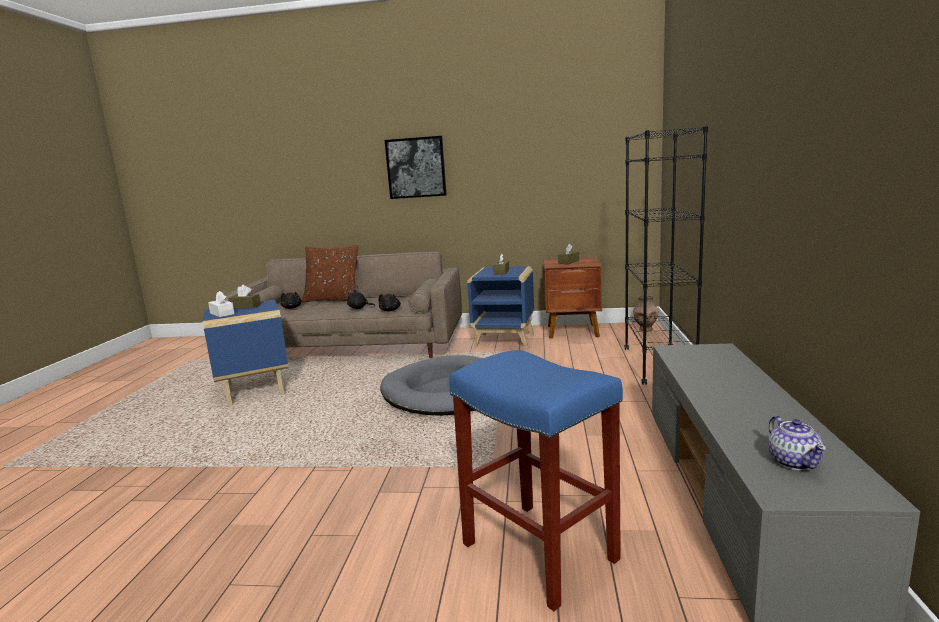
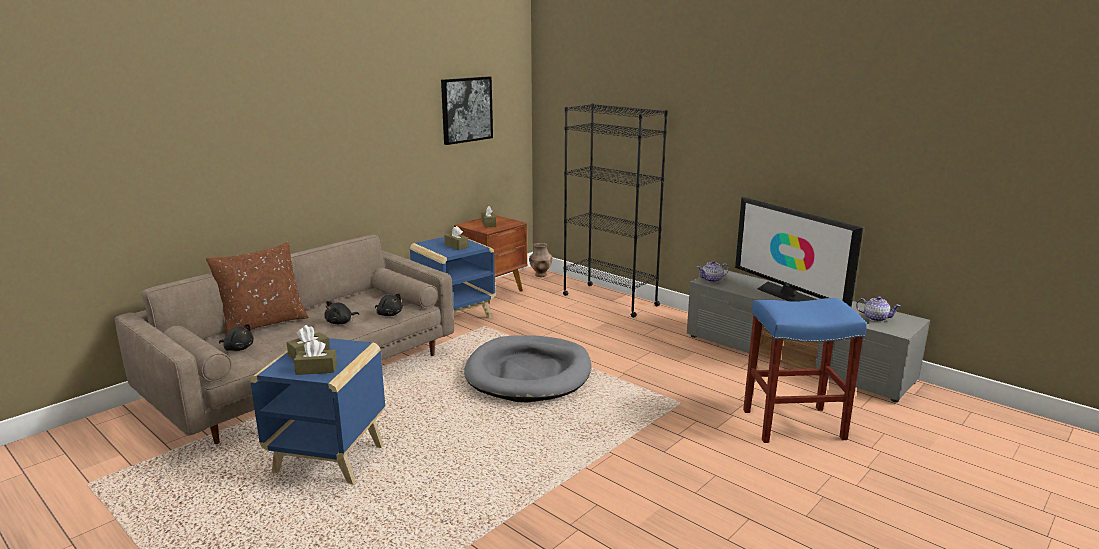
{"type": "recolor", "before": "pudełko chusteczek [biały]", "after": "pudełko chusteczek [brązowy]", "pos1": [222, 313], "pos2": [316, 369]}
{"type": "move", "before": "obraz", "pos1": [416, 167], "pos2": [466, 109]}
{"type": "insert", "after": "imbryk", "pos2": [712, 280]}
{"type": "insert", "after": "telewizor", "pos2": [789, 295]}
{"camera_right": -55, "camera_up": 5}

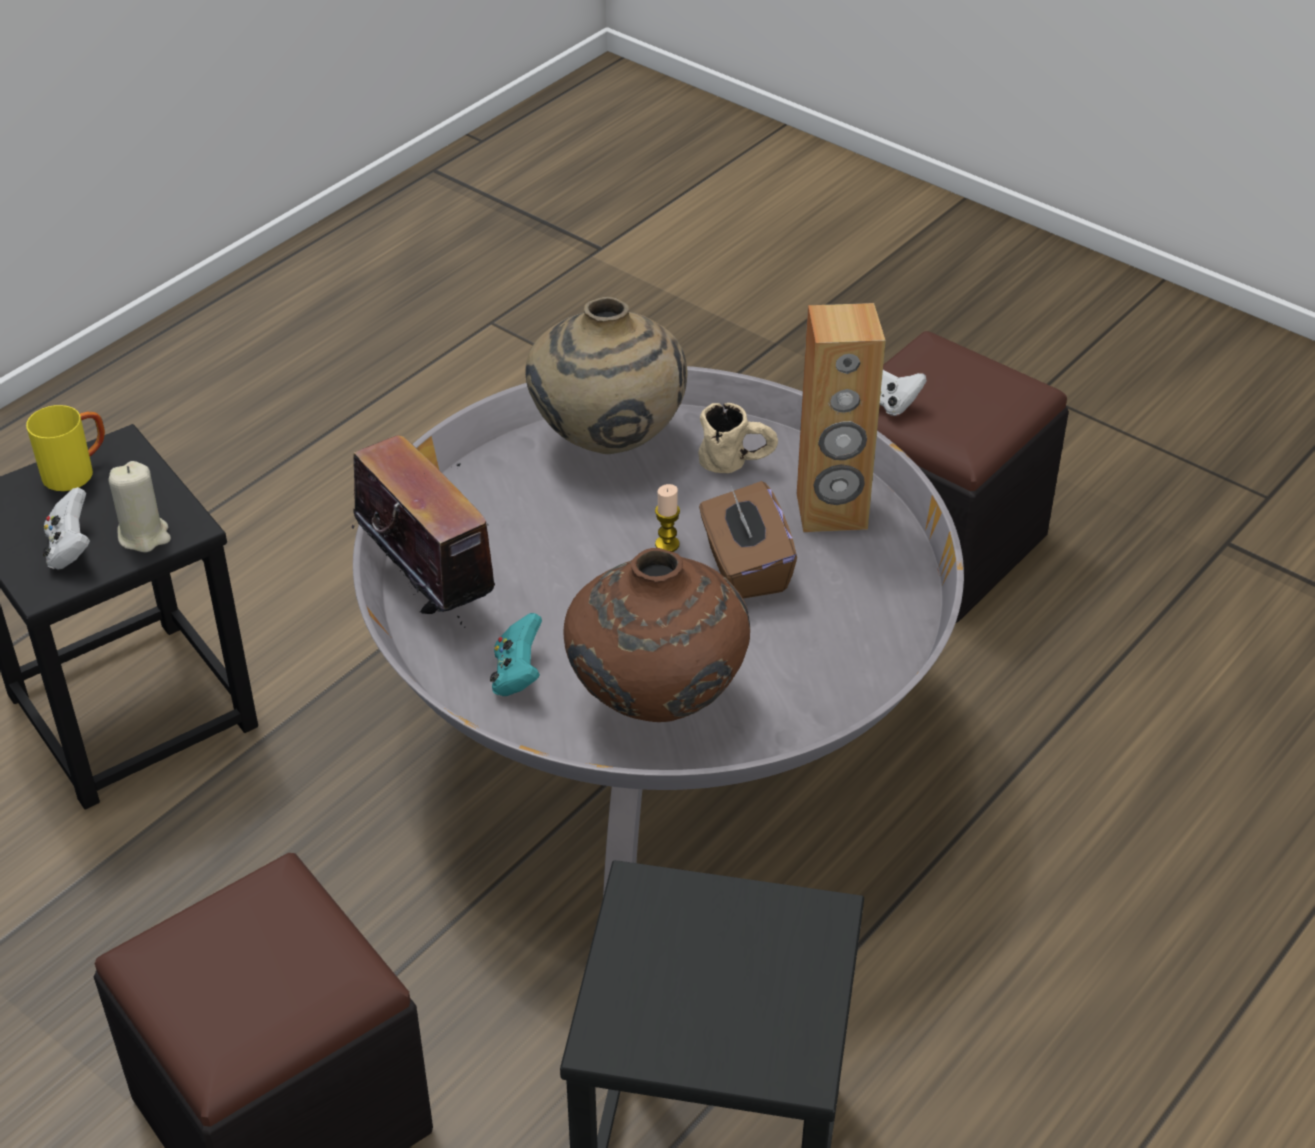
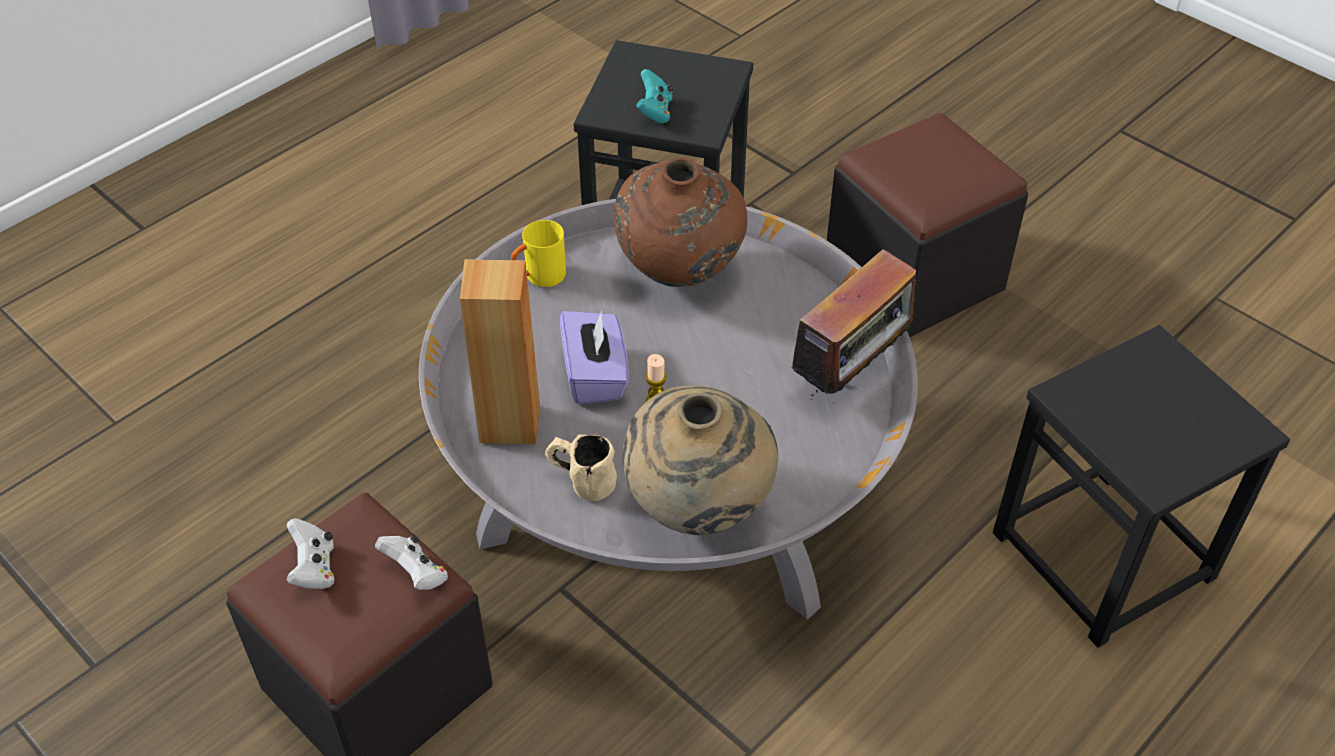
{"type": "move", "before": "pad do gier [biały]", "pos1": [70, 549], "pos2": [314, 568]}
{"type": "move", "before": "kubek [żółty]", "pos1": [77, 471], "pos2": [539, 277]}
{"type": "recolor", "before": "pudełko chusteczek [brązowy]", "after": "pudełko chusteczek [fioletowy]", "pos1": [745, 567], "pos2": [595, 375]}
{"type": "move", "before": "pad do gier [turkusowy]", "pos1": [517, 675], "pos2": [655, 111]}
{"type": "rotate", "before": "radio", "pos1": [430, 589], "pos2": [851, 373], "turn": -105}
{"type": "delete", "before": "świeca [beżowy]", "pos1": [144, 535]}
{"camera_right": -175, "camera_up": 5}

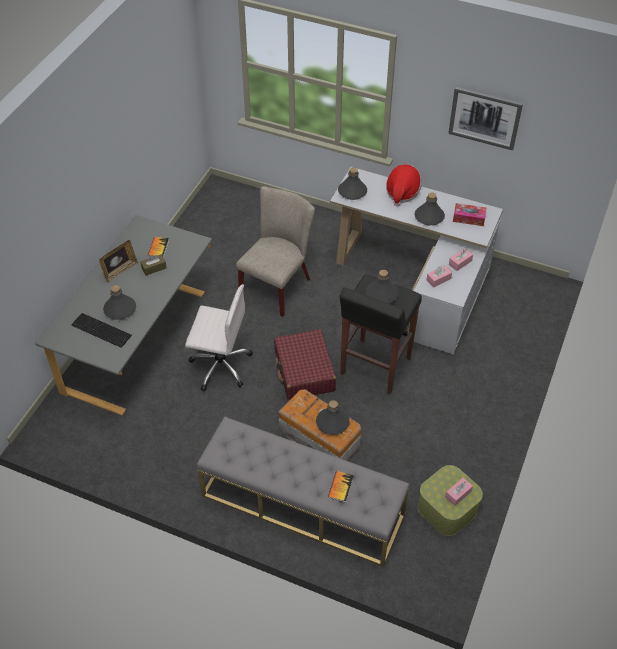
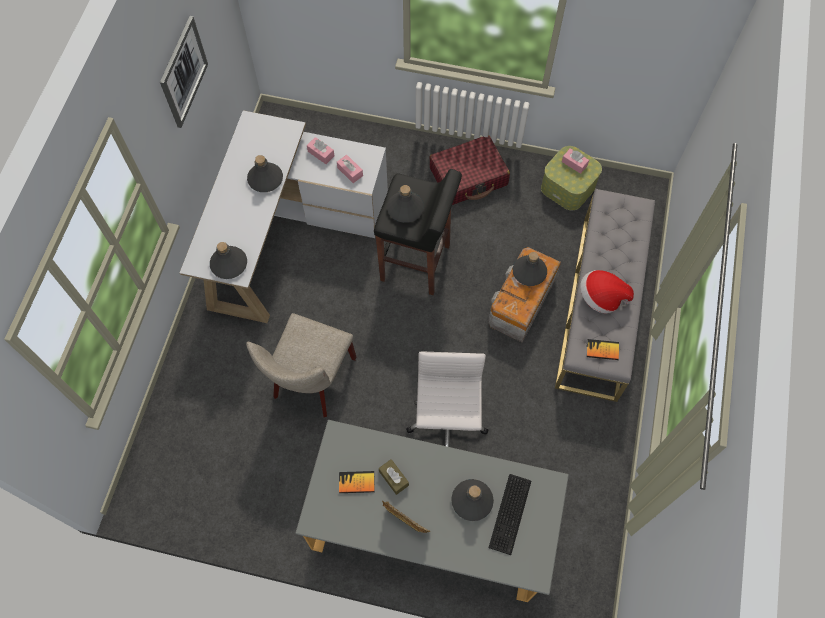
{"type": "rotate", "before": "krzesło [beżowy]", "pos1": [278, 285], "pos2": [311, 382], "turn": -90}
{"type": "move", "before": "walizka [czerwony]", "pos1": [304, 371], "pos2": [468, 177]}
{"type": "move", "before": "kapelusz", "pos1": [402, 192], "pos2": [601, 298]}
{"type": "move", "before": "książka", "pos1": [340, 487], "pos2": [602, 350]}
{"type": "delete", "before": "pudełko chusteczek", "pos1": [468, 218]}
{"camera_right": -100, "camera_up": 15}

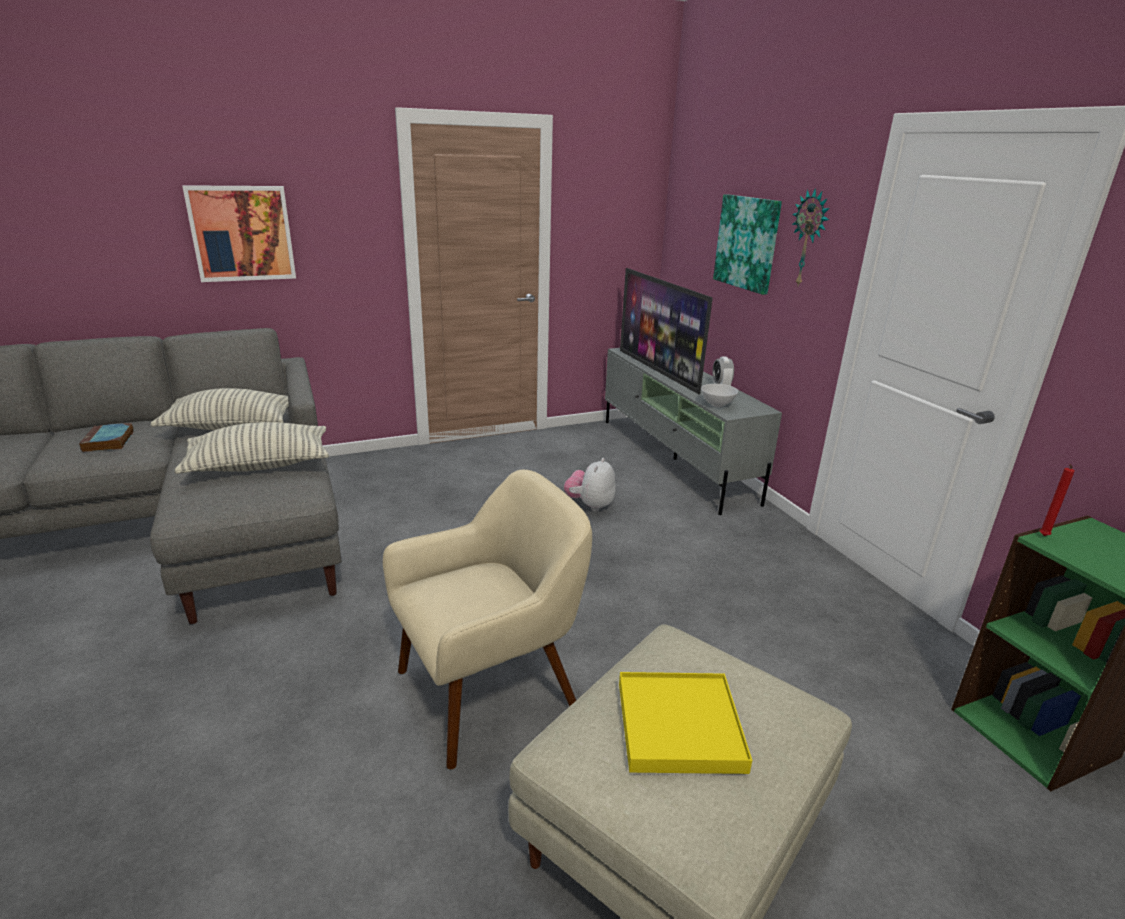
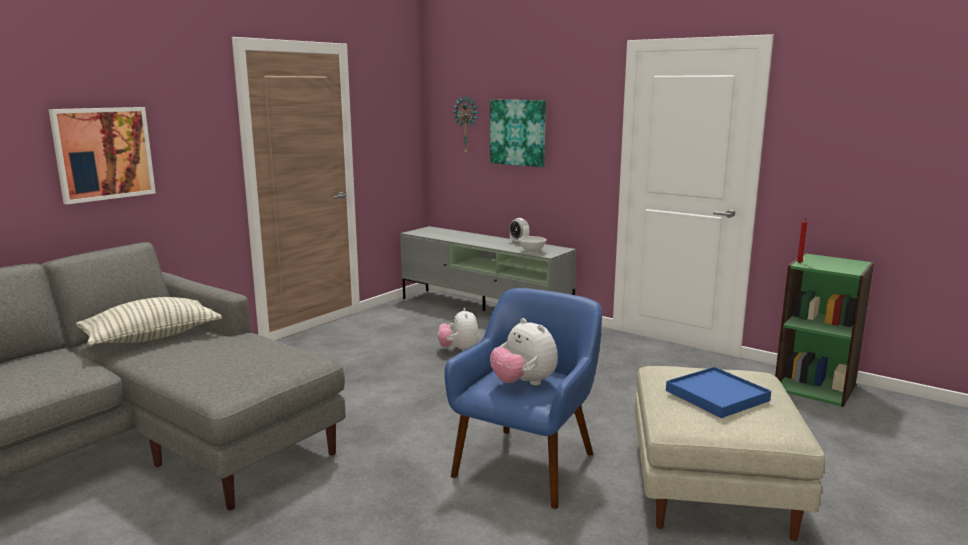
{"type": "recolor", "before": "fotel [beżowy]", "after": "fotel [niebieski]", "pos1": [490, 690], "pos2": [527, 465]}
{"type": "move", "before": "zegar ścienny", "pos1": [809, 238], "pos2": [467, 125]}
{"type": "insert", "after": "pluszak", "pos2": [523, 383]}
{"type": "recolor", "before": "taca [żółty]", "after": "taca [niebieski]", "pos1": [679, 725], "pos2": [716, 396]}
{"type": "delete", "before": "książka", "pos1": [109, 442]}
{"type": "delete", "before": "poduszka", "pos1": [259, 466]}
{"type": "delete", "before": "telewizor", "pos1": [658, 371]}
{"camera_right": -30, "camera_up": -10}

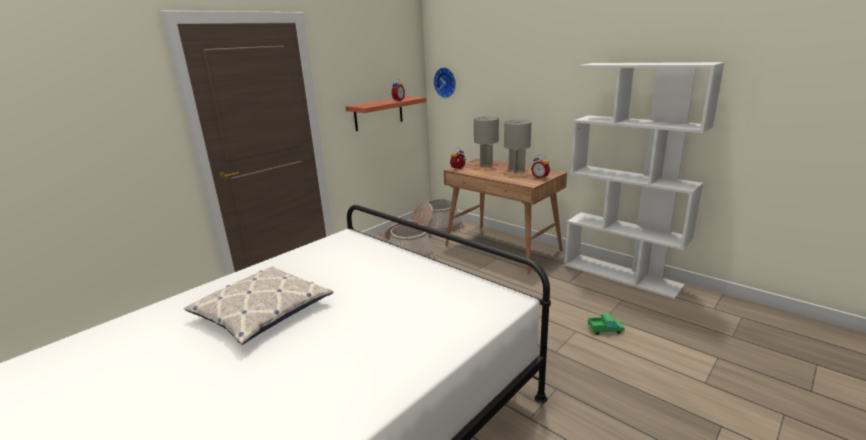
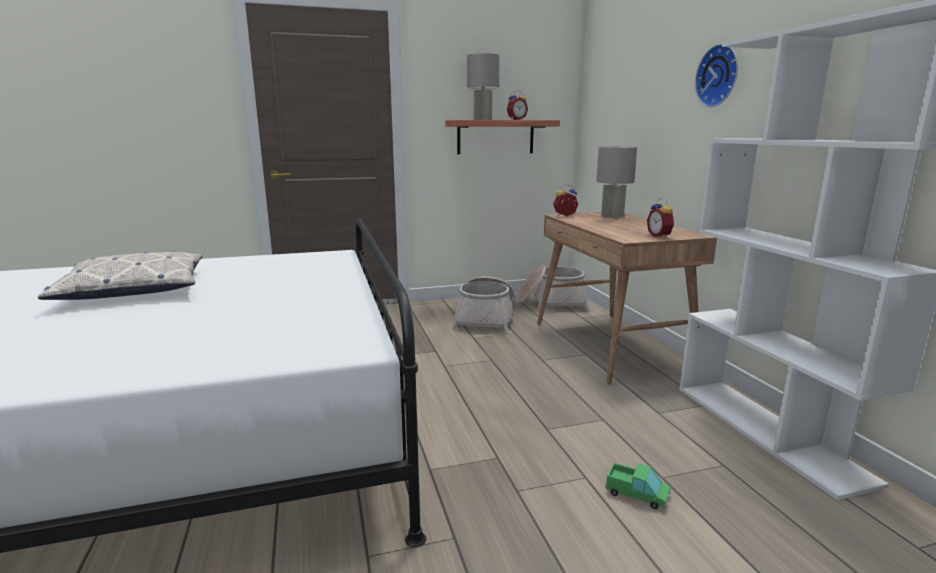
{"type": "move", "before": "lampa stołowa [szary]", "pos1": [516, 170], "pos2": [482, 119]}
{"type": "move", "before": "zegar ścienny", "pos1": [446, 82], "pos2": [719, 76]}
{"camera_right": 30, "camera_up": -5}

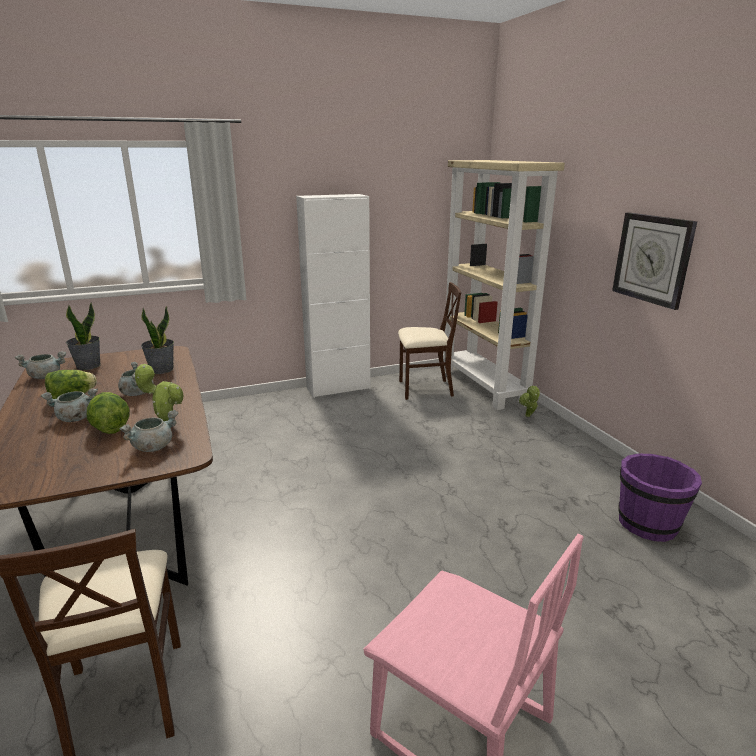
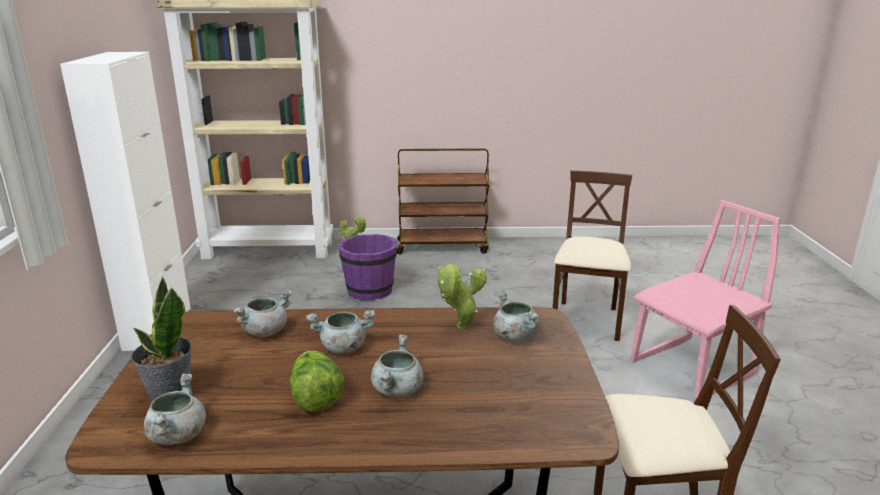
{"type": "replace", "before": "roślina doniczkowa", "after": "garnek [szary]", "pos1": [161, 369], "pos2": [265, 331]}
{"type": "move", "before": "wiadro [fioletowy]", "pos1": [648, 524], "pos2": [370, 290]}
{"type": "insert", "after": "wózek [brązowy]", "pos2": [443, 246]}
{"type": "move", "before": "krzesło [beżowy]", "pos1": [424, 389], "pos2": [586, 321]}
{"type": "delete", "before": "sałata", "pos1": [110, 429]}
{"type": "delete", "before": "zegar ścienny", "pos1": [652, 259]}
{"camera_right": -70, "camera_up": 0}

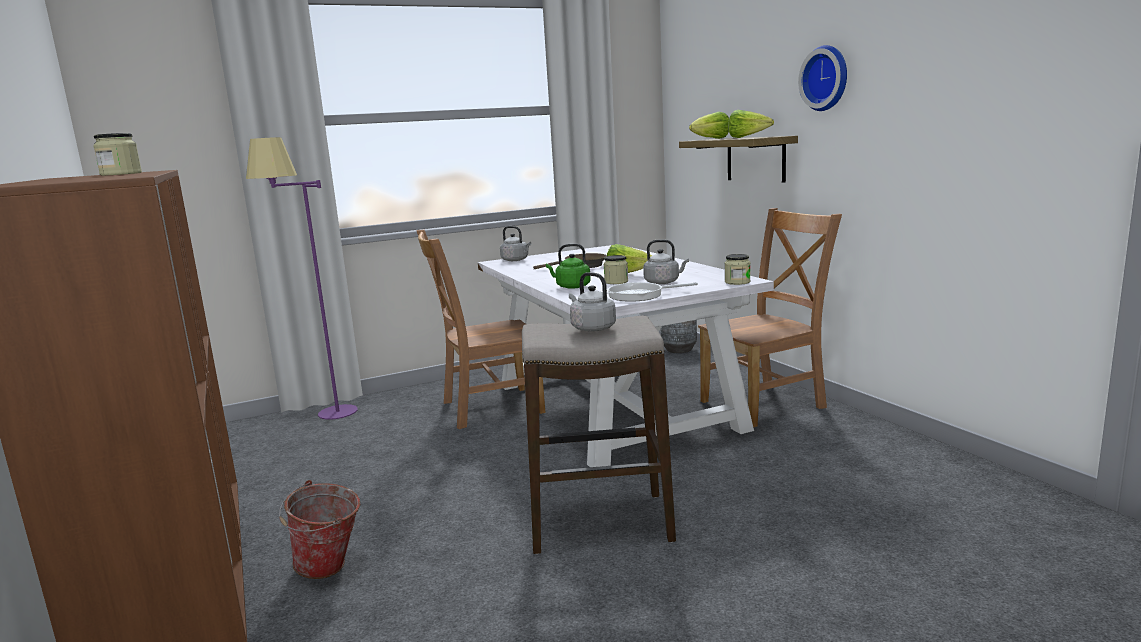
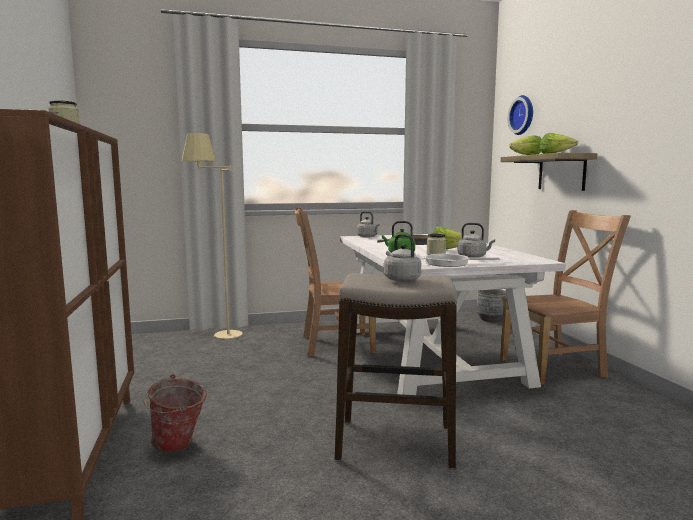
{"type": "recolor", "before": "lampa stojąca [fioletowy]", "after": "lampa stojąca [beżowy]", "pos1": [324, 418], "pos2": [217, 337]}
{"type": "move", "before": "zegar ścienny", "pos1": [827, 78], "pos2": [523, 115]}
{"type": "delete", "before": "słoik", "pos1": [737, 282]}
{"camera_right": 10, "camera_up": -5}

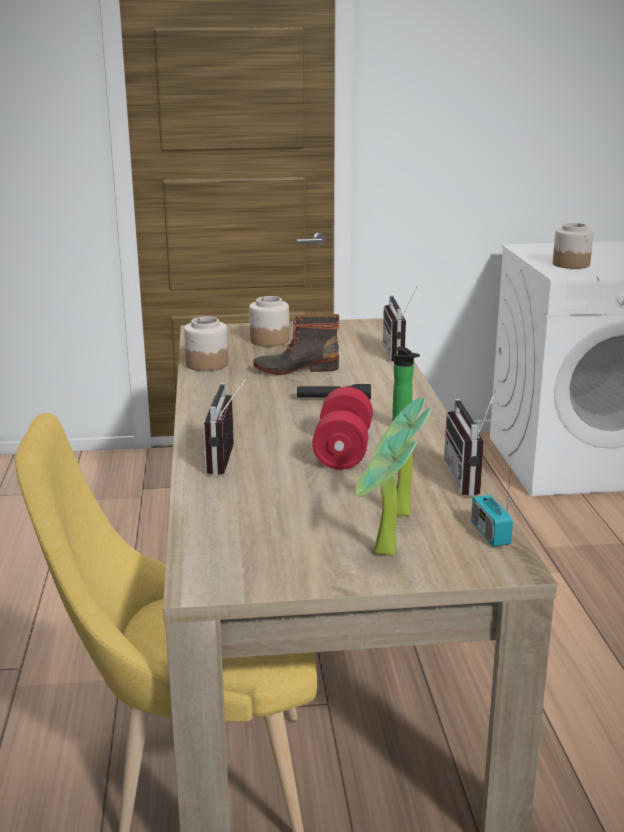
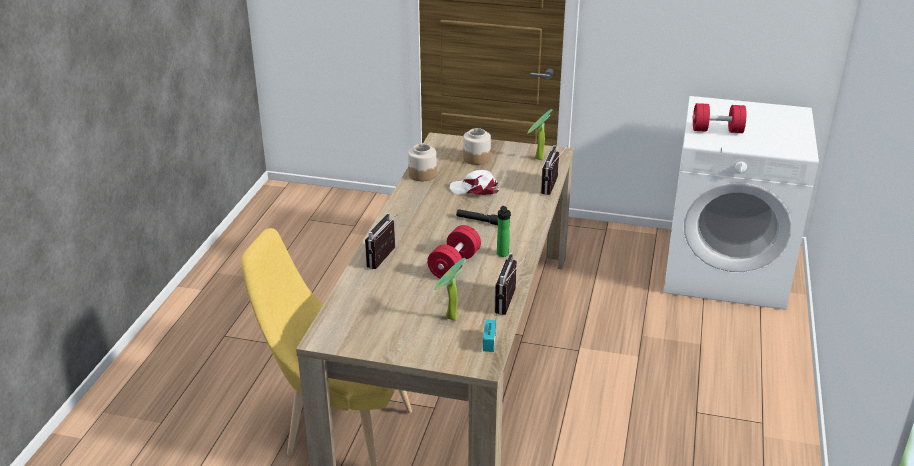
{"type": "replace", "before": "but z cholewką", "after": "czapka z daszkiem [biały]", "pos1": [296, 369], "pos2": [475, 189]}
{"type": "move", "before": "roślina doniczkowa", "pos1": [382, 555], "pos2": [537, 159]}
{"type": "replace", "before": "słoik", "after": "hantel [czerwony]", "pos1": [571, 264], "pos2": [717, 130]}
{"camera_right": 20, "camera_up": 10}

